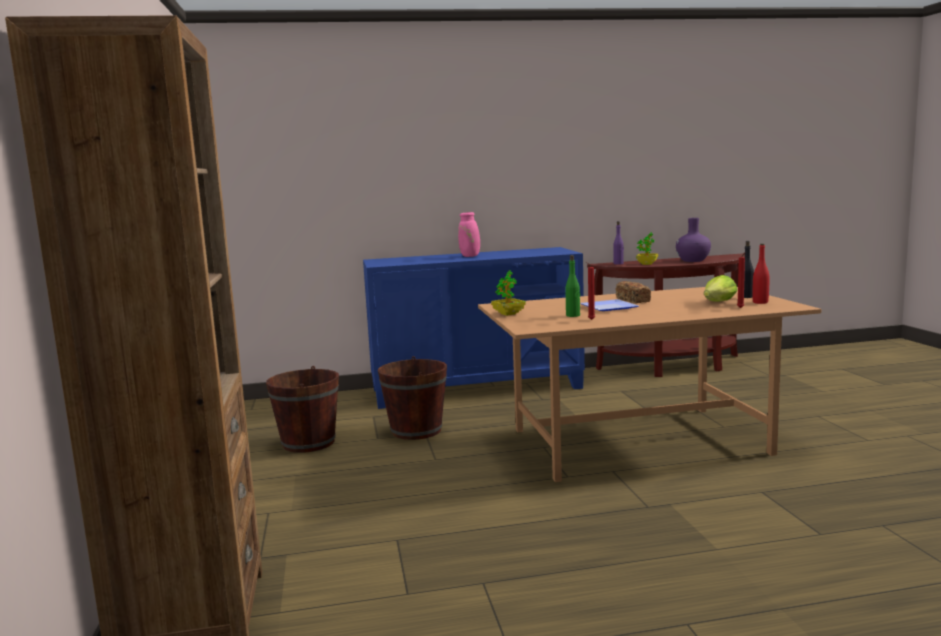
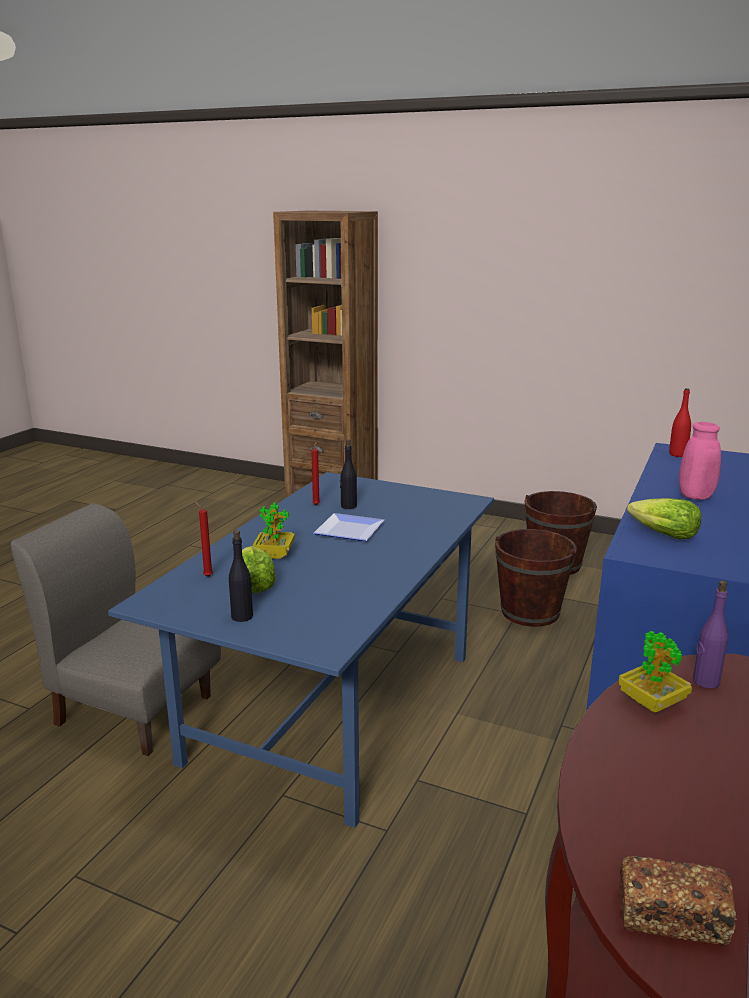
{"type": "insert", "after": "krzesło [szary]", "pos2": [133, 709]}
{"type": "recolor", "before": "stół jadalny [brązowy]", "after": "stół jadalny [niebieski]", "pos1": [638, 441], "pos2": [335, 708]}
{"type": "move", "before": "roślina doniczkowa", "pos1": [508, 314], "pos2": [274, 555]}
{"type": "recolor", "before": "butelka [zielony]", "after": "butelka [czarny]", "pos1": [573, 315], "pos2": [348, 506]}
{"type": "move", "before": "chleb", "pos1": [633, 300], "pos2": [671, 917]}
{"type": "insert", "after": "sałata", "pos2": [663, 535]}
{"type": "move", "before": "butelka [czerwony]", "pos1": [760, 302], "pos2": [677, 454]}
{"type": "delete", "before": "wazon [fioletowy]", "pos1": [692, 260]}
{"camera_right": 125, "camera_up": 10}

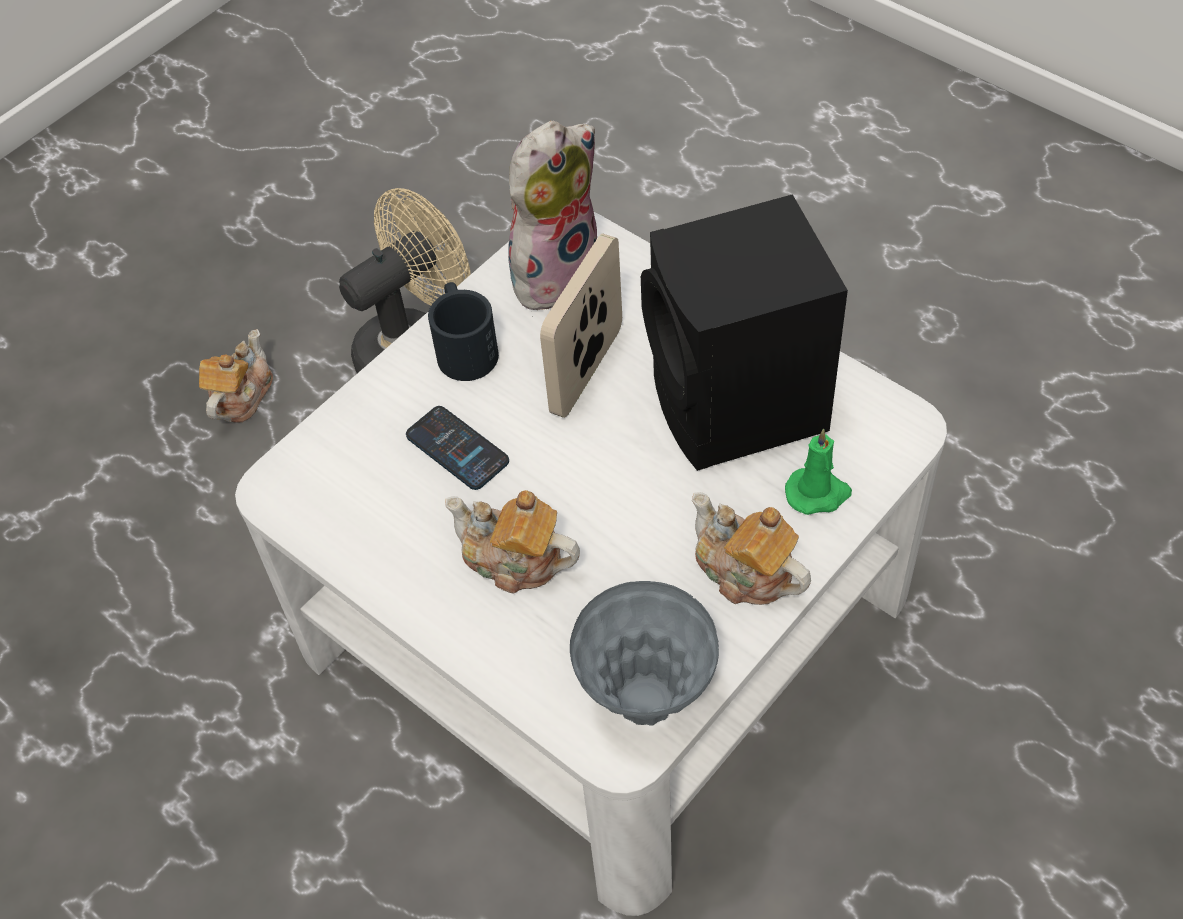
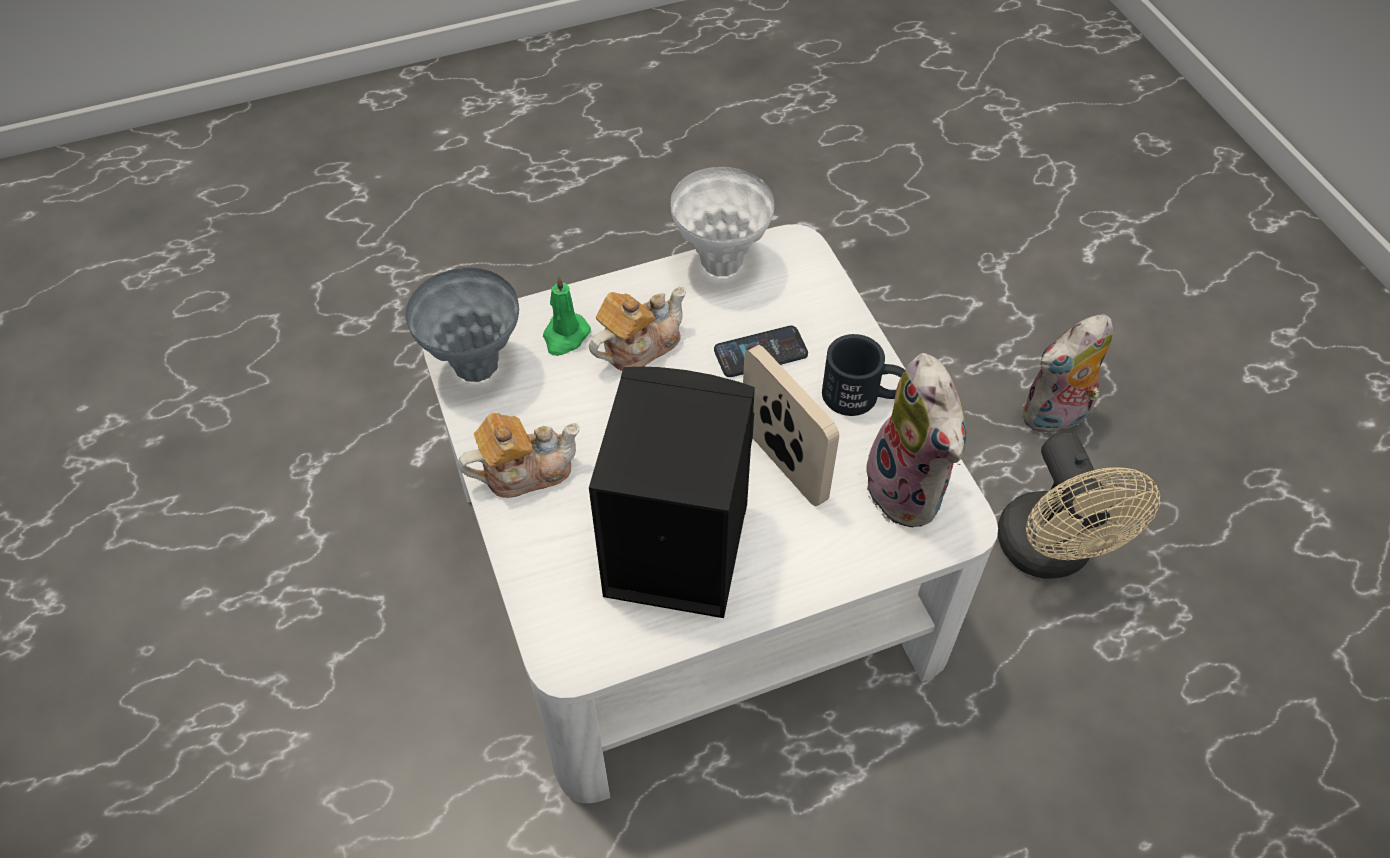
{"type": "move", "before": "świeca [zielony]", "pos1": [818, 493], "pos2": [565, 336]}
{"type": "insert", "after": "wazon [biały]", "pos2": [720, 263]}
{"type": "replace", "before": "imbryk", "after": "pluszak", "pos1": [241, 396], "pos2": [1055, 417]}
{"camera_right": 115, "camera_up": 0}

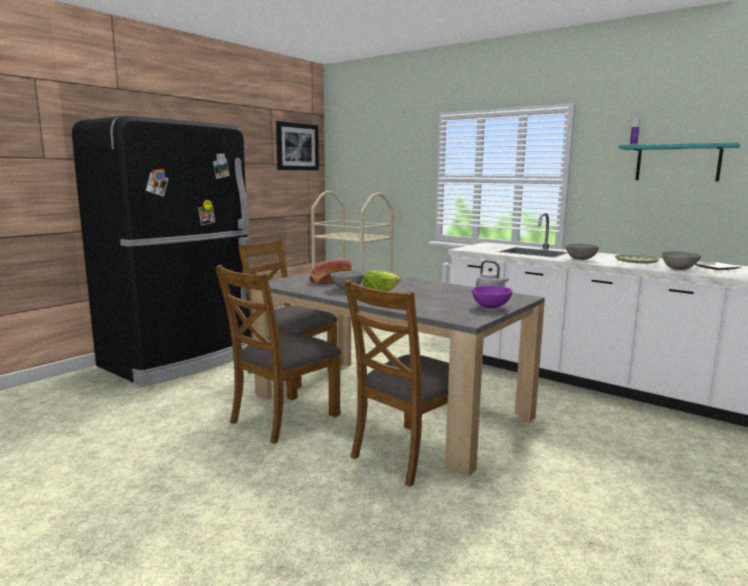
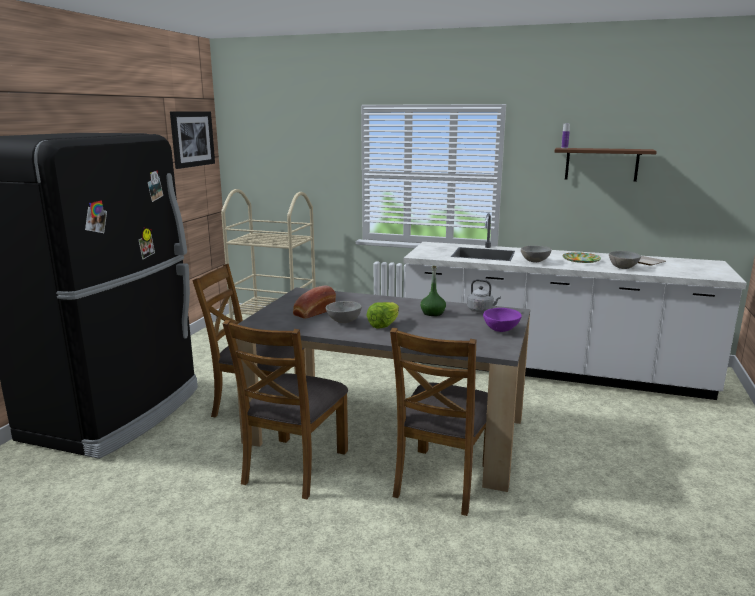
{"type": "insert", "after": "butelka [zielony]", "pos2": [432, 313]}
{"type": "recolor", "before": "półka [turkusowy]", "after": "półka [brązowy]", "pos1": [677, 163], "pos2": [601, 164]}
{"camera_right": -20, "camera_up": 5}

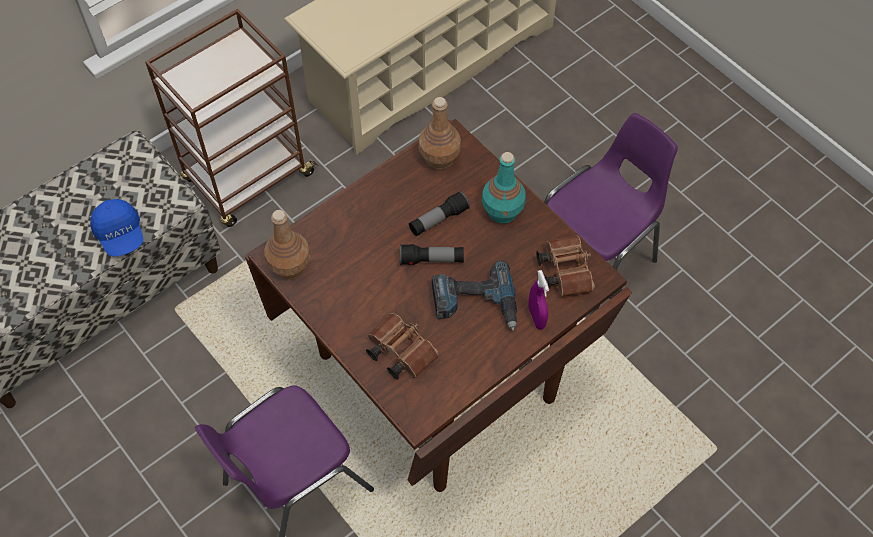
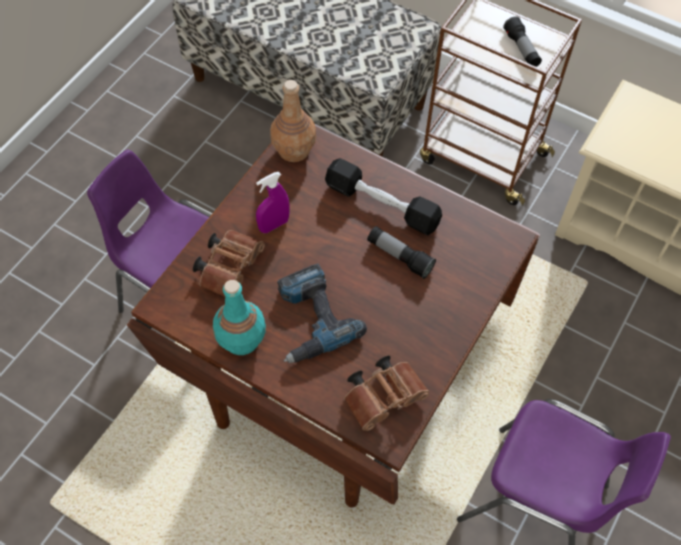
{"type": "move", "before": "butelka [turkusowy]", "pos1": [503, 211], "pos2": [242, 340]}
{"type": "move", "before": "spryskiwacz [fioletowy]", "pos1": [536, 317], "pos2": [274, 225]}
{"type": "insert", "after": "hantel [czarny]", "pos2": [382, 205]}
{"type": "move", "before": "latarka", "pos1": [431, 260], "pos2": [521, 49]}
{"type": "delete", "before": "czapka z daszkiem [niebieski]", "pos1": [120, 234]}
{"type": "delete", "before": "butelka [brązowy]", "pos1": [440, 158]}
{"camera_right": 70, "camera_up": 0}

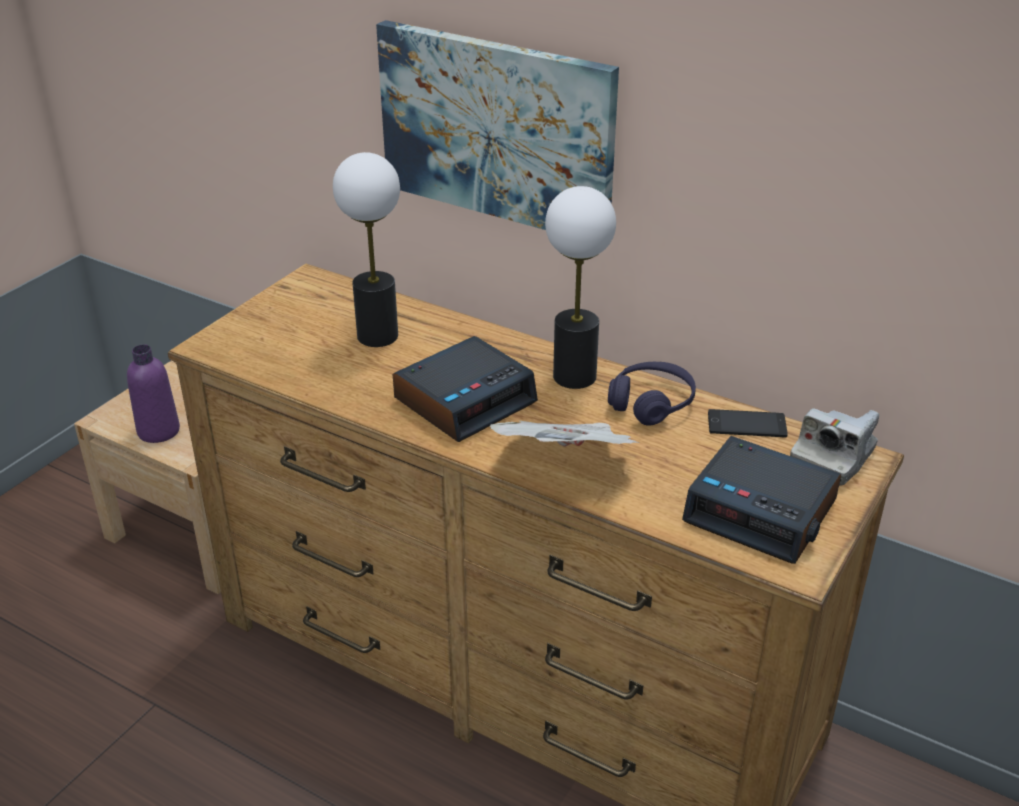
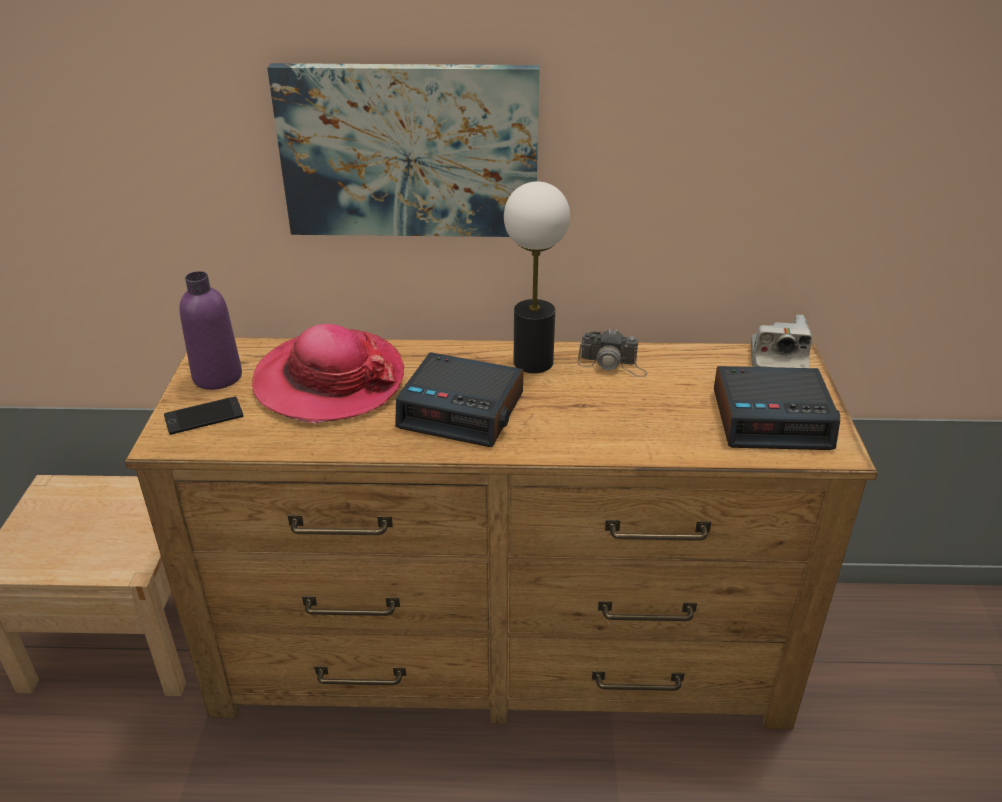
{"type": "move", "before": "telefon", "pos1": [747, 424], "pos2": [204, 416]}
{"type": "move", "before": "butelka [fioletowy]", "pos1": [158, 431], "pos2": [217, 377]}
{"type": "replace", "before": "lampa stołowa", "after": "kapelusz", "pos1": [377, 336], "pos2": [329, 381]}
{"type": "rotate", "before": "budzik", "pos1": [465, 400], "pos2": [463, 410], "turn": 90}
{"type": "replace", "before": "słuchawki [fioletowy]", "after": "aparat fotograficzny", "pos1": [651, 403], "pos2": [612, 364]}
{"type": "delete", "before": "gazeta", "pos1": [566, 463]}
{"camera_right": -30, "camera_up": 0}

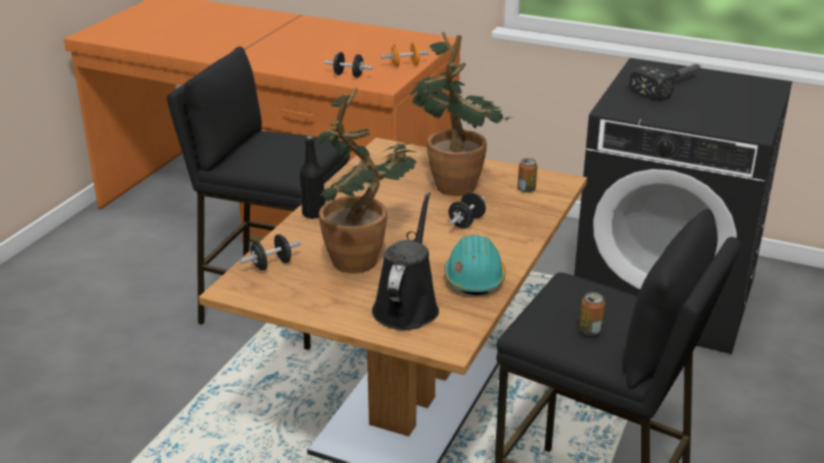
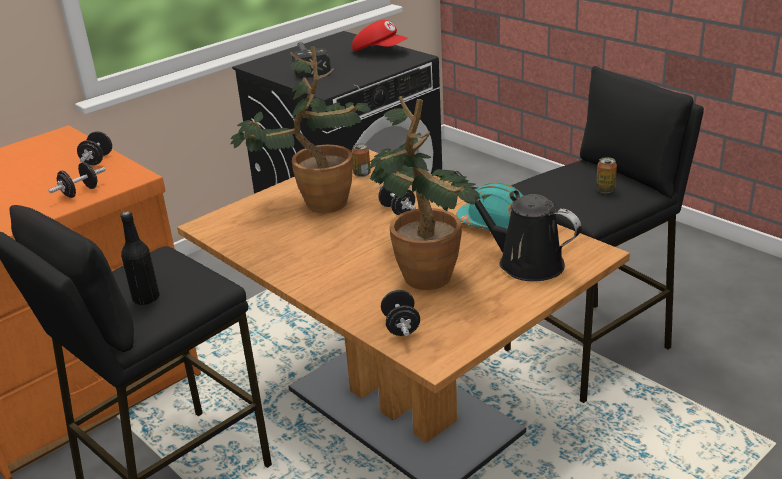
{"type": "recolor", "before": "hantel [pomarańczowy]", "after": "hantel [czarny]", "pos1": [405, 65], "pos2": [97, 160]}
{"type": "move", "before": "butelka [czarny]", "pos1": [313, 214], "pos2": [146, 298]}
{"type": "insert", "after": "czapka z daszkiem [czerwony]", "pos2": [379, 51]}
{"camera_right": -65, "camera_up": 0}

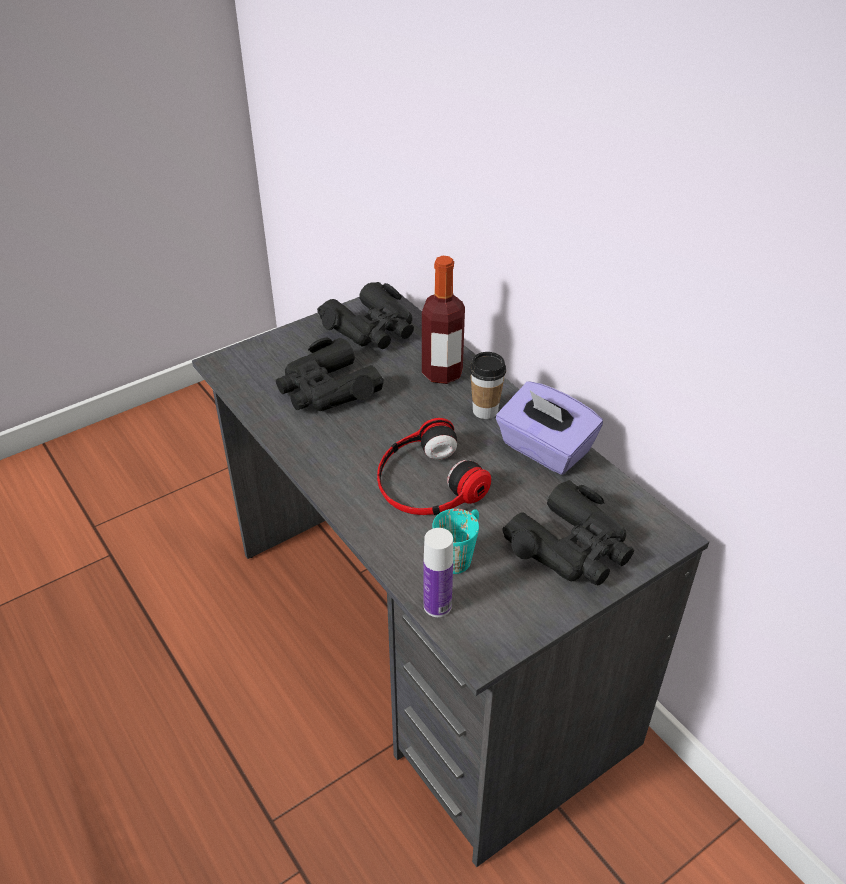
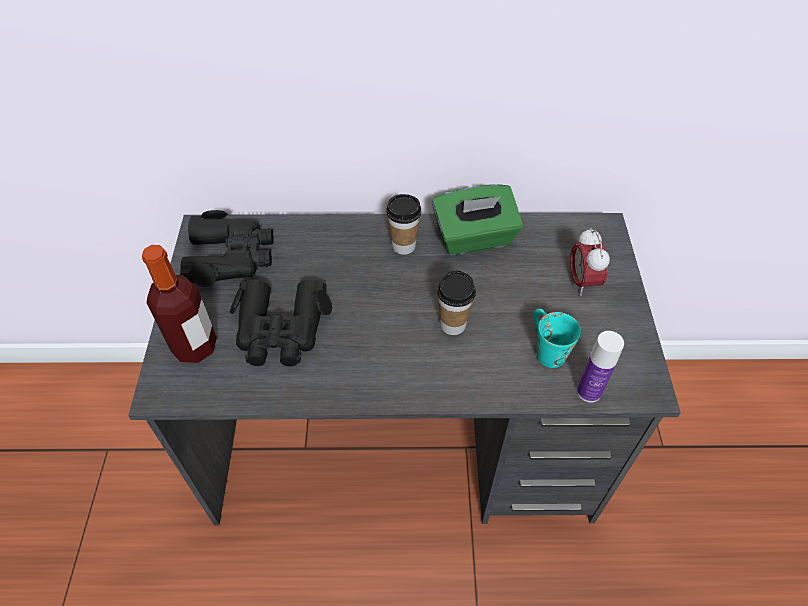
{"type": "move", "before": "butelka", "pos1": [442, 373], "pos2": [195, 347]}
{"type": "recolor", "before": "pudełko chusteczek [fioletowy]", "after": "pudełko chusteczek [zielony]", "pos1": [544, 449], "pos2": [474, 238]}
{"type": "replace", "before": "słuchawki", "after": "filiżanka", "pos1": [427, 481], "pos2": [453, 325]}
{"type": "replace", "before": "lornetka [czarny]", "after": "budzik", "pos1": [572, 547], "pos2": [582, 282]}
{"camera_right": -55, "camera_up": 10}

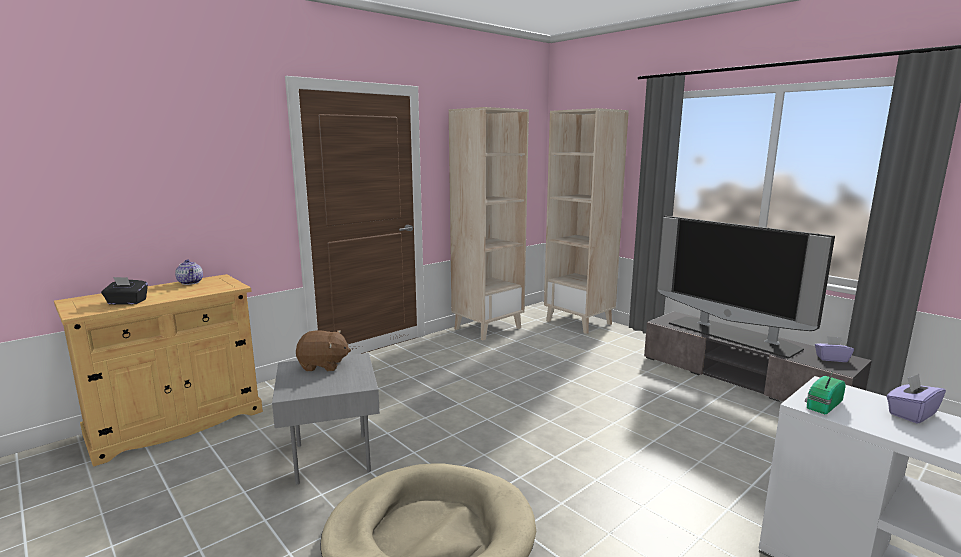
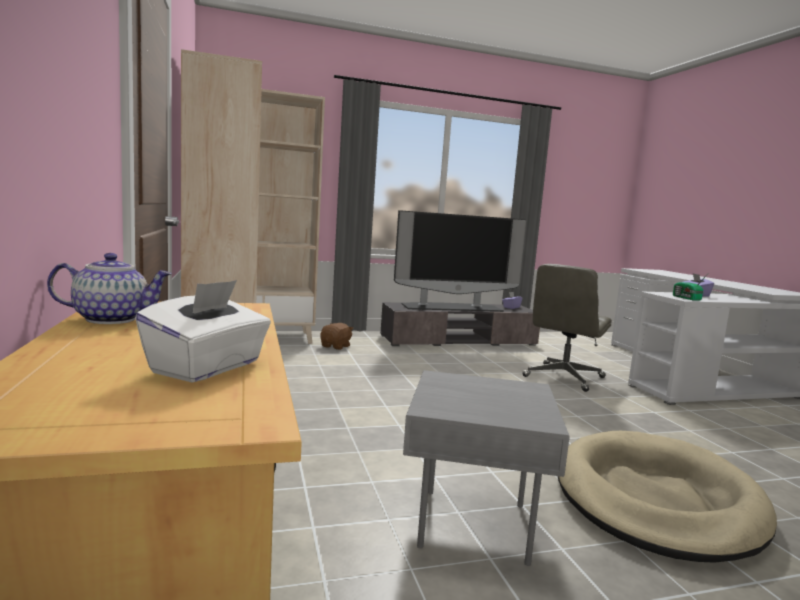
{"type": "recolor", "before": "pudełko chusteczek [czarny]", "after": "pudełko chusteczek [biały]", "pos1": [127, 302], "pos2": [208, 368]}
{"type": "move", "before": "pluszak [brązowy]", "pos1": [323, 365], "pos2": [336, 346]}
{"type": "insert", "after": "krzesło biurowe [szary]", "pos2": [563, 377]}
{"camera_right": -65, "camera_up": -5}

